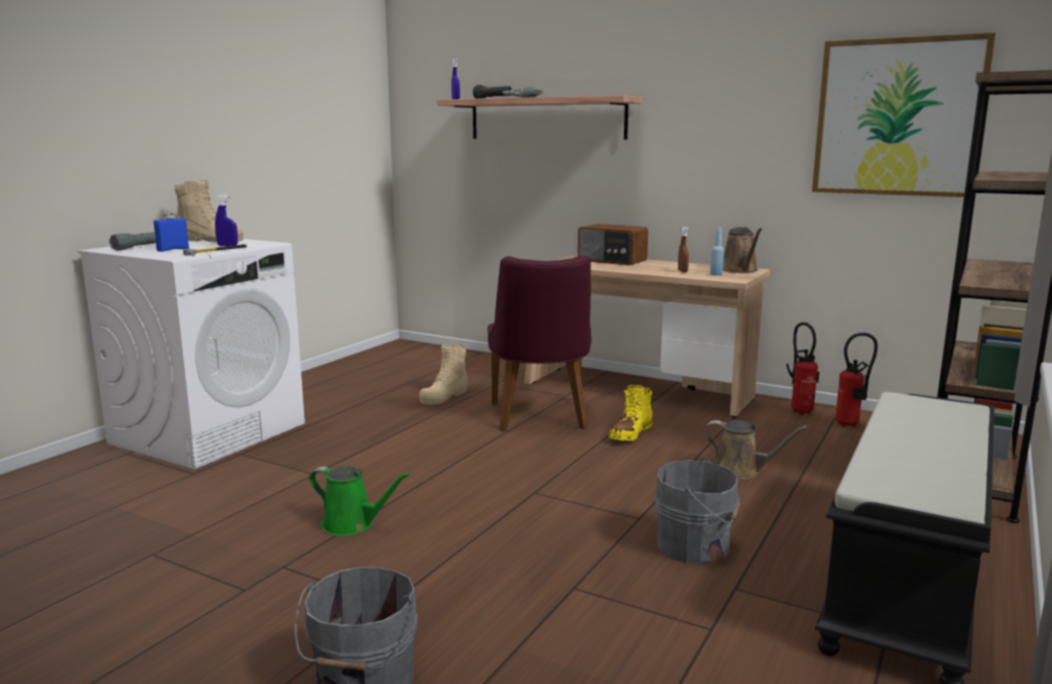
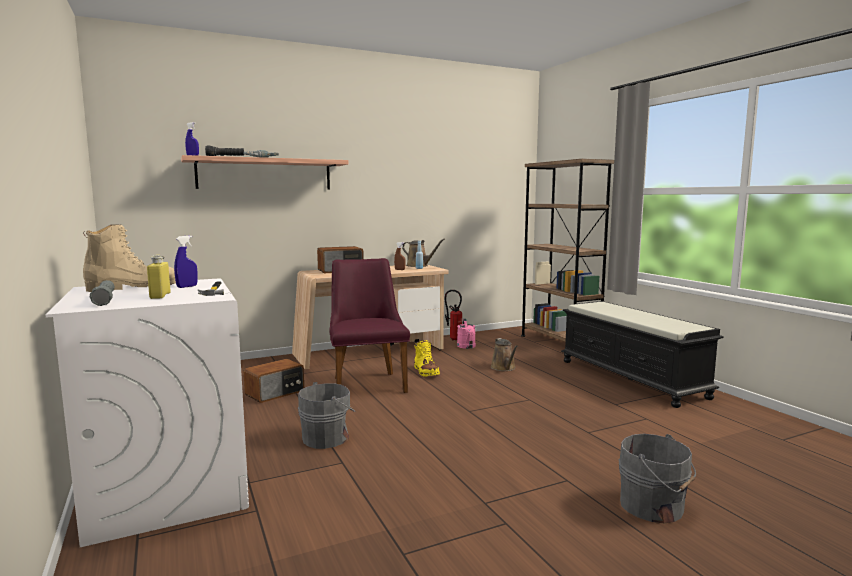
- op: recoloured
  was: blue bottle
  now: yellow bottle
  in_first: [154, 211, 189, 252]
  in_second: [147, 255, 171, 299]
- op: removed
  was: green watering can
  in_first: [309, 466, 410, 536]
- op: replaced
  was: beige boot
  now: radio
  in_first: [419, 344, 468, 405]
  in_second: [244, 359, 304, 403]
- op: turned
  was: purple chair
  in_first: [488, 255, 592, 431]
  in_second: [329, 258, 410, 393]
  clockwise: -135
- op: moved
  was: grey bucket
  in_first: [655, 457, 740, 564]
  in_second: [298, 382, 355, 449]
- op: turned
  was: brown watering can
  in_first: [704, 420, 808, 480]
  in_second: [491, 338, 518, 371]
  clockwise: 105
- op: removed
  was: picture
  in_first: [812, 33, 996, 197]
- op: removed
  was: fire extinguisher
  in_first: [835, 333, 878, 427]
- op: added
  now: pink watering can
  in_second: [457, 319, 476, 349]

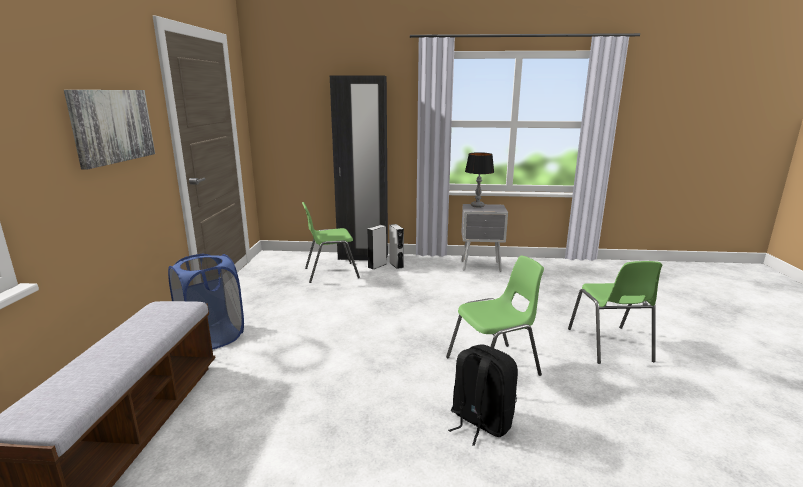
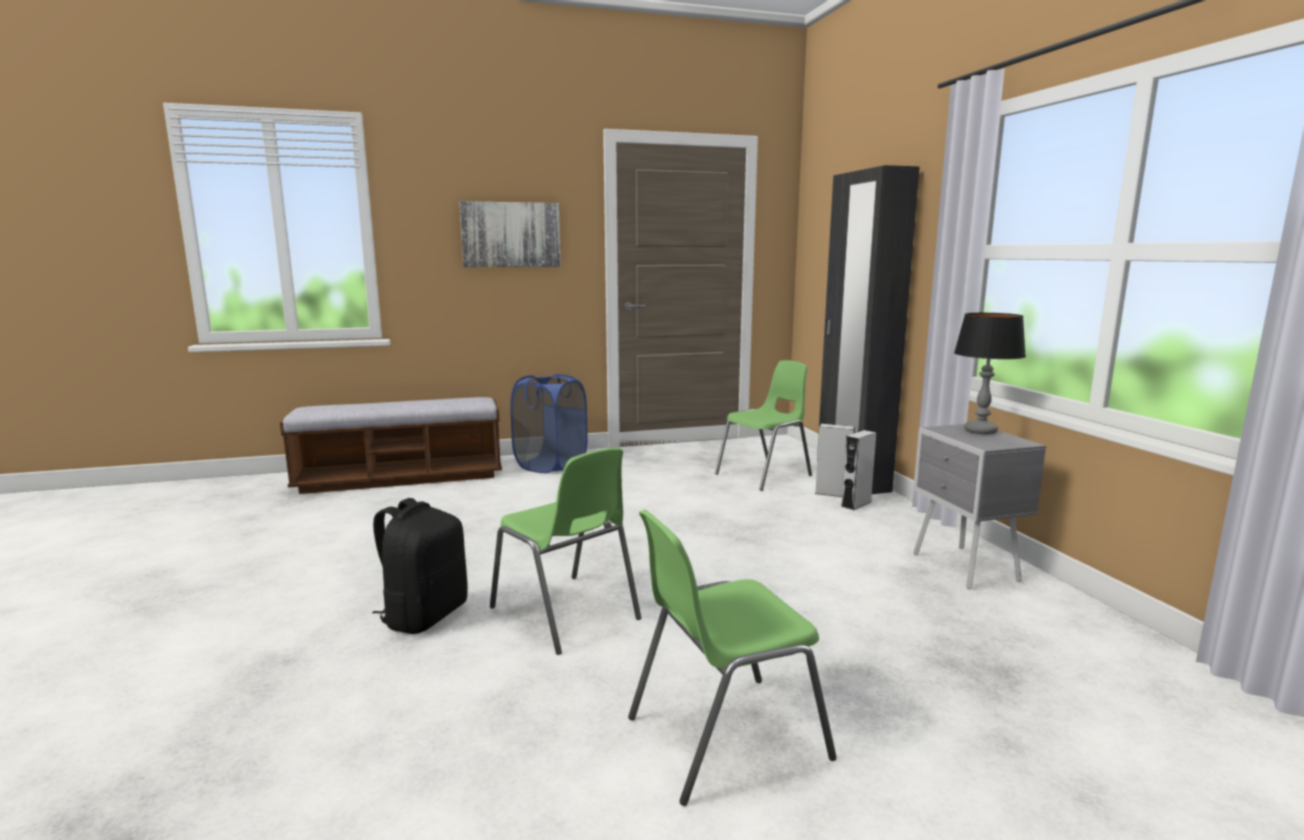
- op: turned
  was: green chair
  in_first: [302, 202, 360, 283]
  in_second: [715, 360, 812, 491]
  clockwise: 90

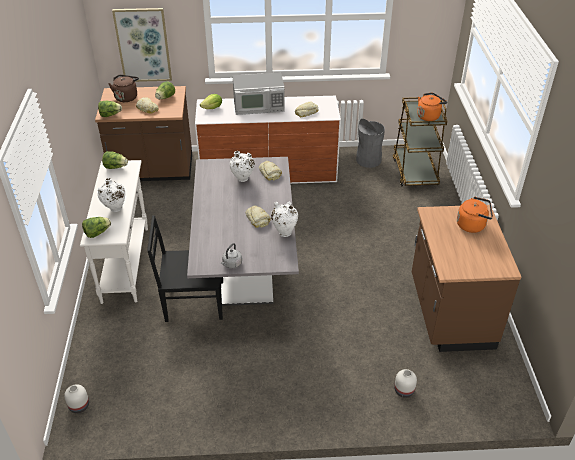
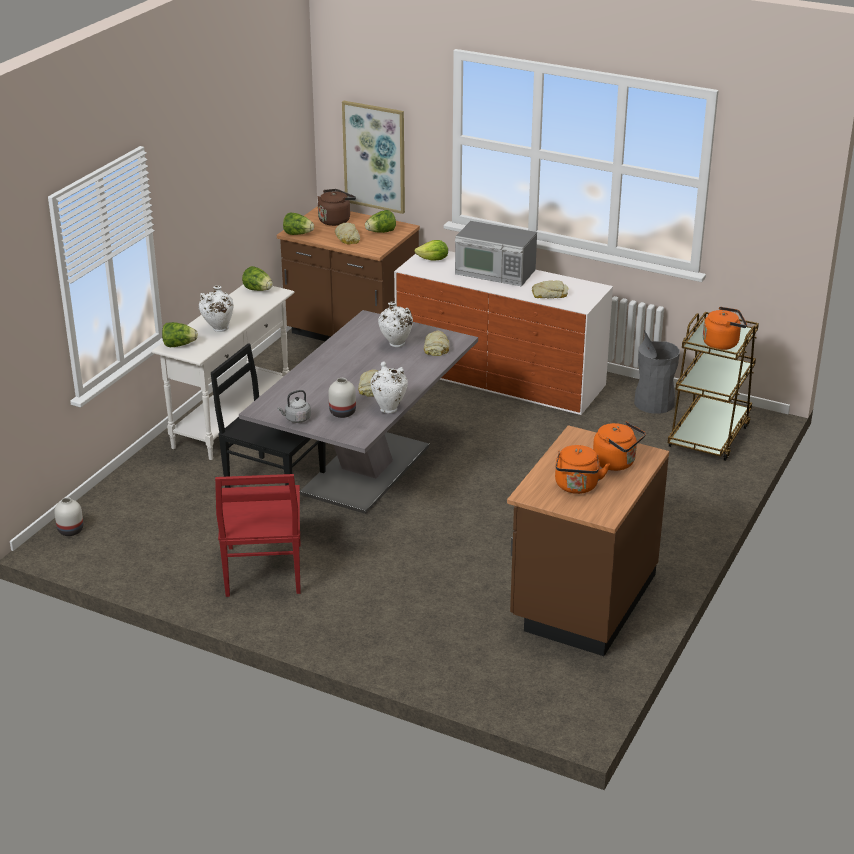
- op: moved
  was: white vase
  in_first: [394, 369, 417, 398]
  in_second: [328, 378, 356, 418]
- op: added
  now: red chair
  in_second: [215, 474, 301, 597]
- op: added
  now: orange kettle
  in_second: [555, 445, 610, 494]

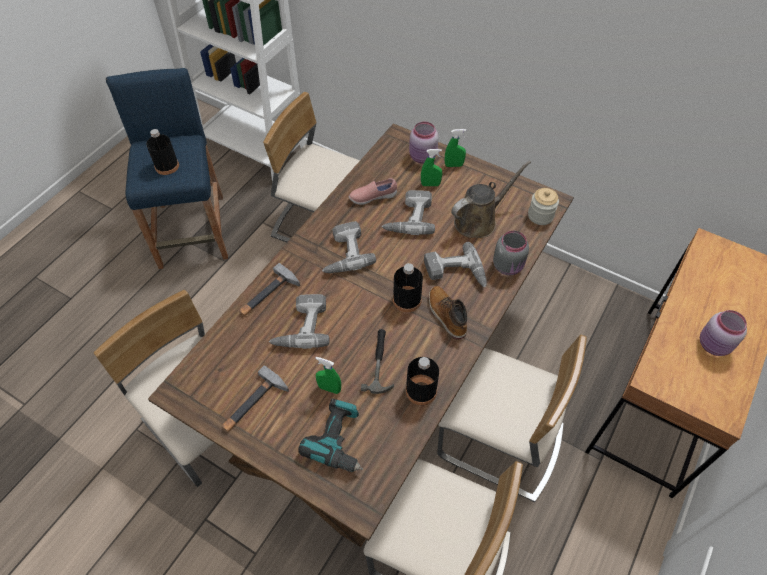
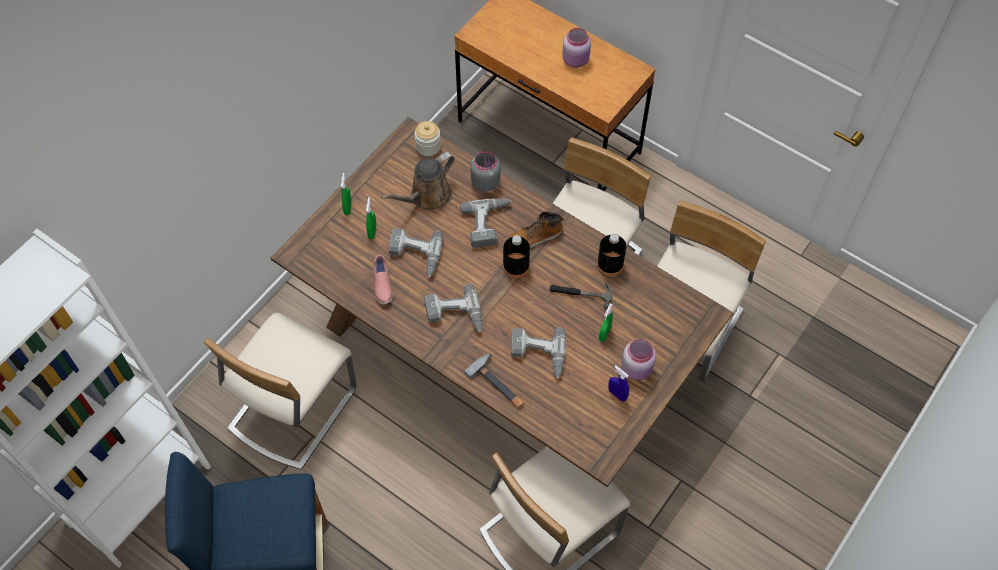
- op: removed
  was: black bottle
  in_first: [146, 129, 179, 175]
- op: replaced
  was: hammer
  now: blue spray bottle
  in_first: [222, 365, 289, 432]
  in_second: [608, 365, 629, 402]
- op: removed
  was: power drill
  in_first: [298, 399, 363, 472]
- op: moved
  was: pink jar
  in_first: [409, 122, 439, 164]
  in_second: [621, 339, 656, 380]
- op: turned
  was: brown watering can
  in_first: [451, 161, 531, 238]
  in_second: [381, 152, 455, 211]
  clockwise: -105

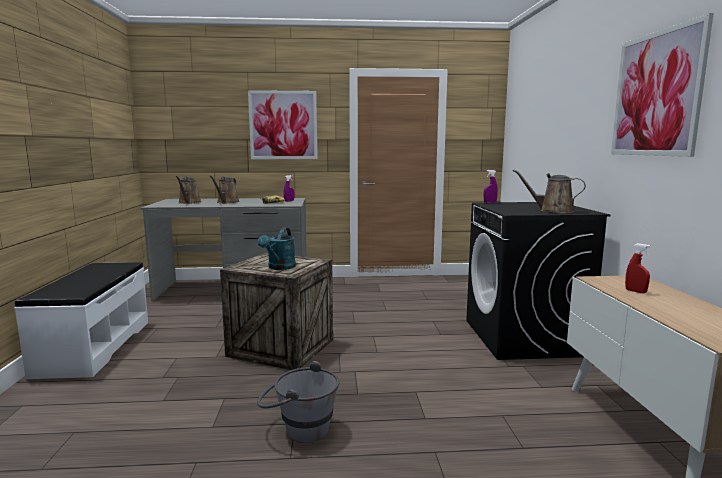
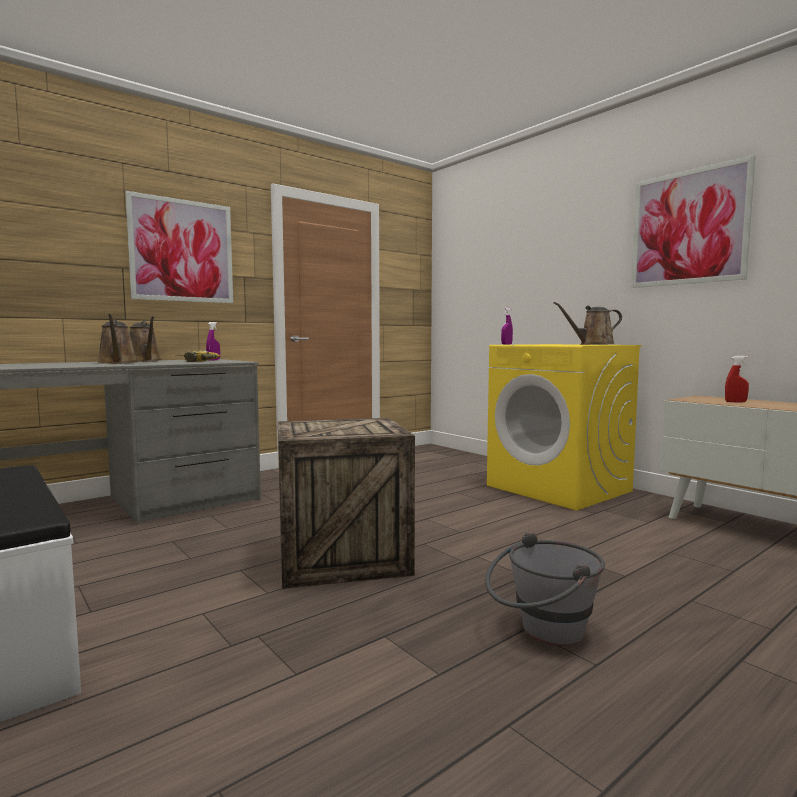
- op: moved
  was: brown watering can
  in_first: [176, 176, 202, 204]
  in_second: [130, 316, 162, 362]
- op: removed
  was: turquoise watering can
  in_first: [258, 228, 296, 270]
- op: recoloured
  was: black washing machine
  now: yellow washing machine
  in_first: [466, 202, 611, 360]
  in_second: [487, 344, 641, 511]

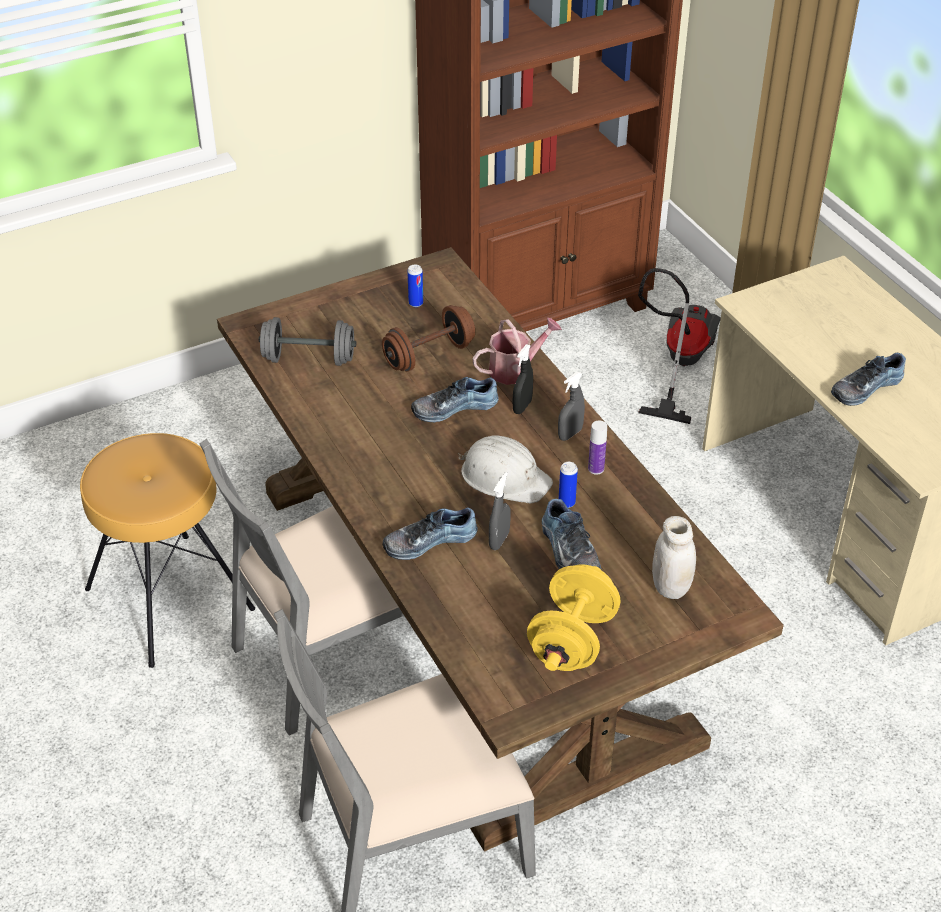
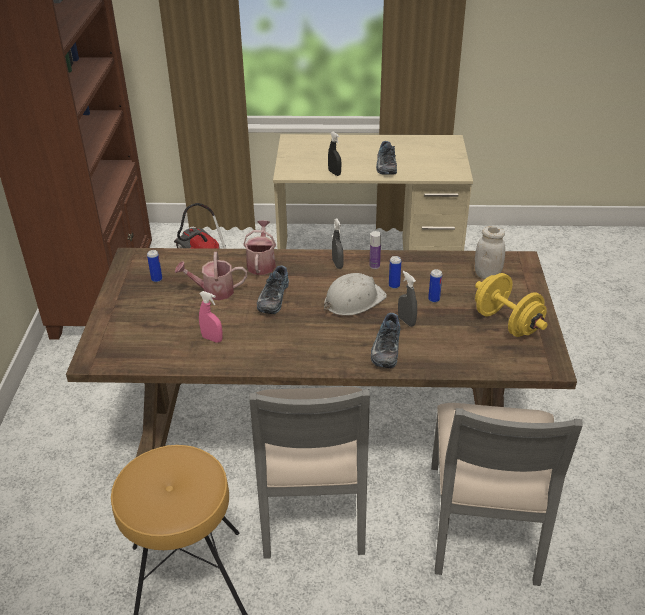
- op: removed
  was: grey dumbbell
  in_first: [259, 317, 356, 366]
- op: replaced
  was: brown dumbbell
  now: watering can
  in_first: [382, 305, 475, 371]
  in_second: [175, 252, 247, 300]
- op: moved
  was: black spray bottle
  in_first: [513, 344, 533, 414]
  in_second: [328, 132, 341, 176]
- op: replaced
  was: shoe
  now: can
  in_first: [542, 499, 601, 569]
  in_second: [428, 269, 442, 303]
- op: added
  now: pink spray bottle
  in_second: [199, 291, 223, 343]

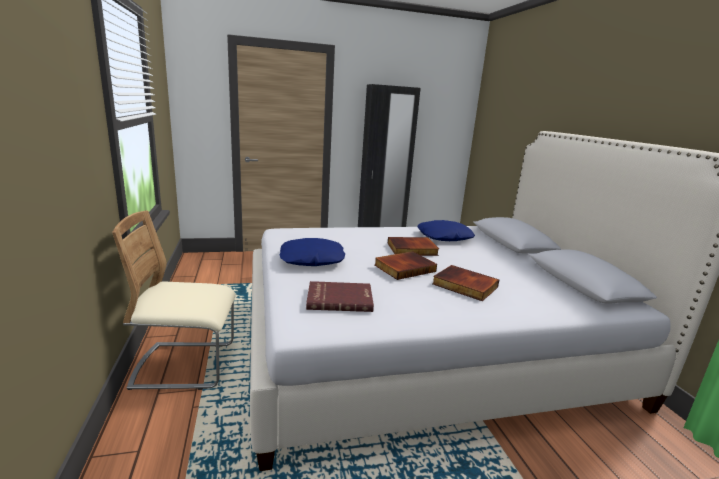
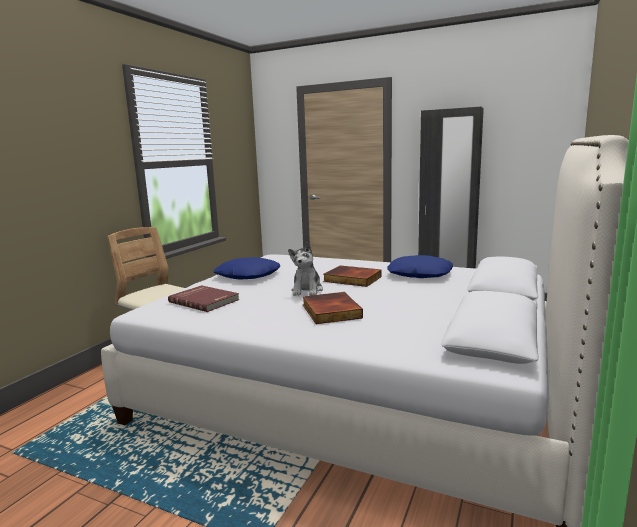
- op: replaced
  was: book
  now: plush toy
  in_first: [374, 251, 437, 280]
  in_second: [288, 242, 323, 296]

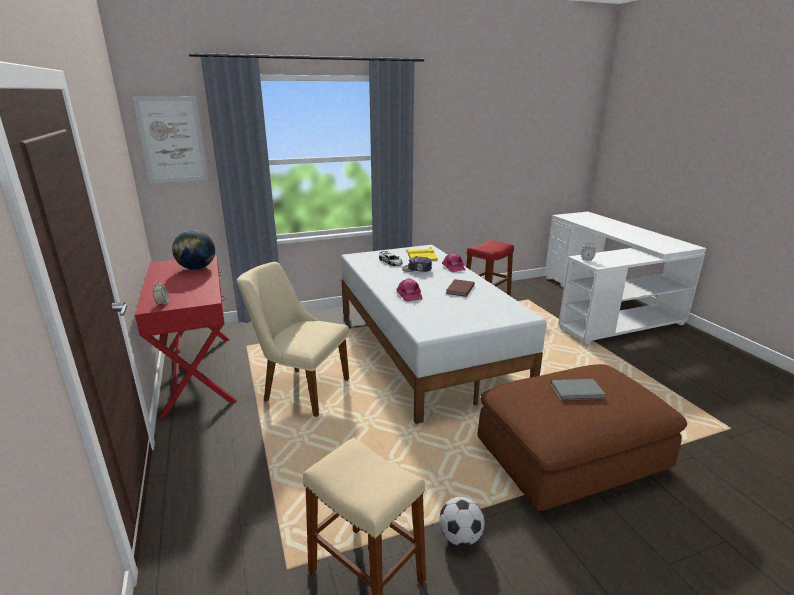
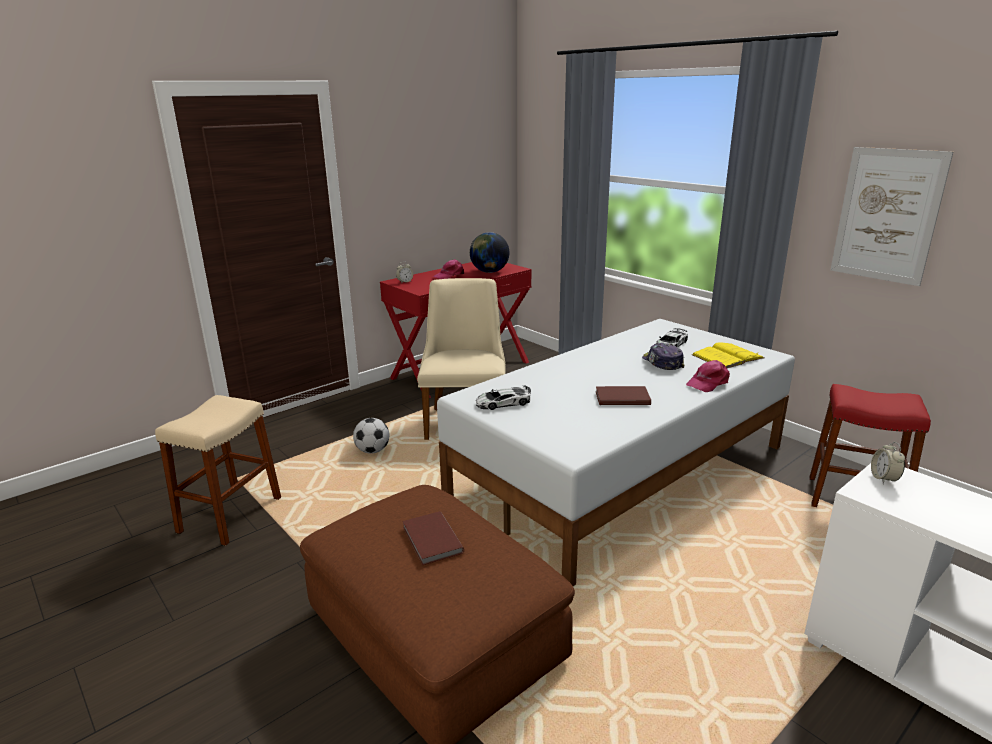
- op: moved
  was: picture
  in_first: [132, 96, 209, 184]
  in_second: [830, 147, 953, 286]
- op: moved
  was: pink cap
  in_first: [396, 278, 423, 301]
  in_second: [433, 259, 464, 279]
- op: moved
  was: football
  in_first: [439, 497, 485, 546]
  in_second: [353, 418, 389, 454]
- op: recoloured
  was: grey book
  now: brown book
  in_first: [551, 379, 605, 400]
  in_second: [402, 511, 464, 565]
- op: added
  now: toy car
  in_second: [476, 386, 531, 410]

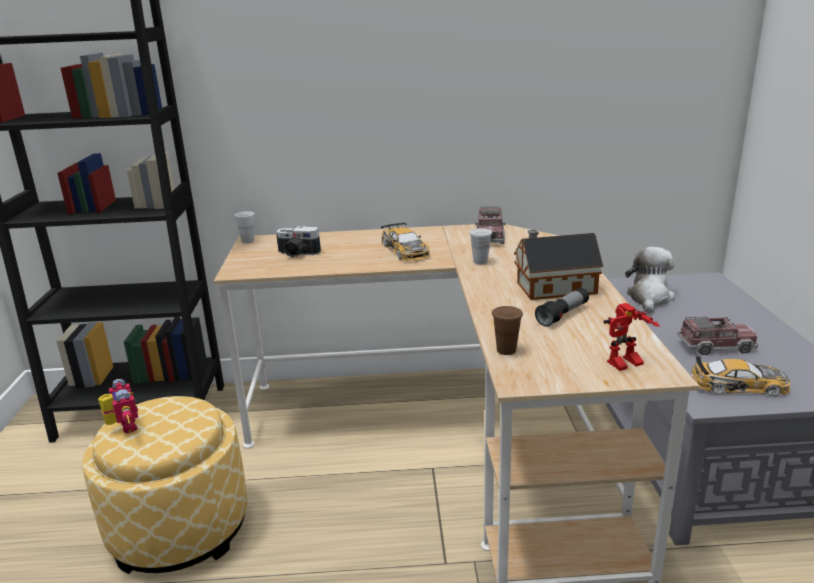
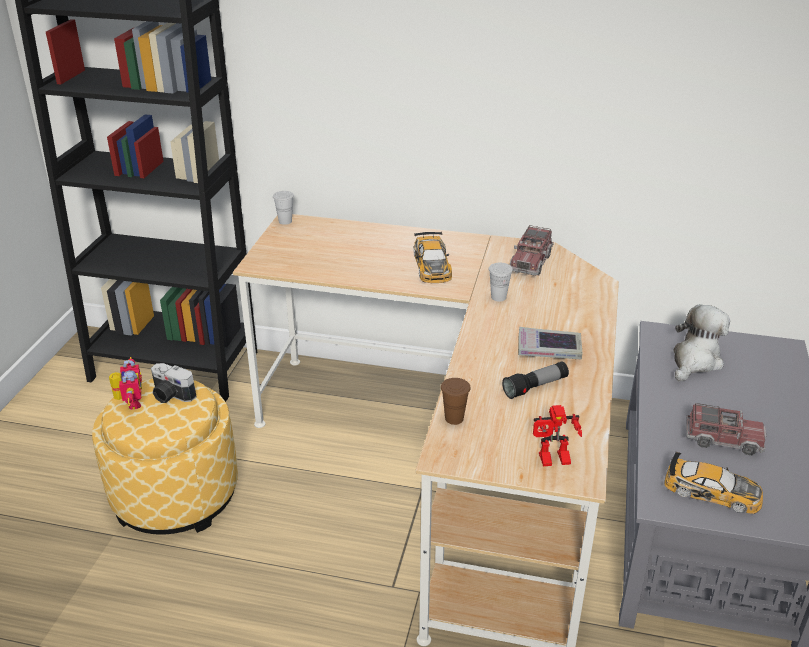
- op: moved
  was: photo camera
  in_first: [276, 226, 321, 258]
  in_second: [151, 363, 197, 403]
- op: replaced
  was: toy house
  now: book
  in_first: [514, 230, 603, 300]
  in_second: [518, 327, 583, 360]

